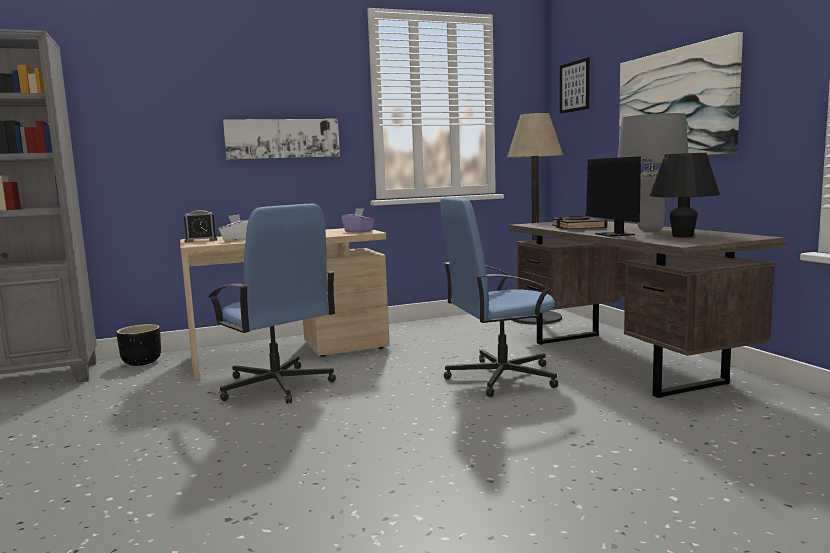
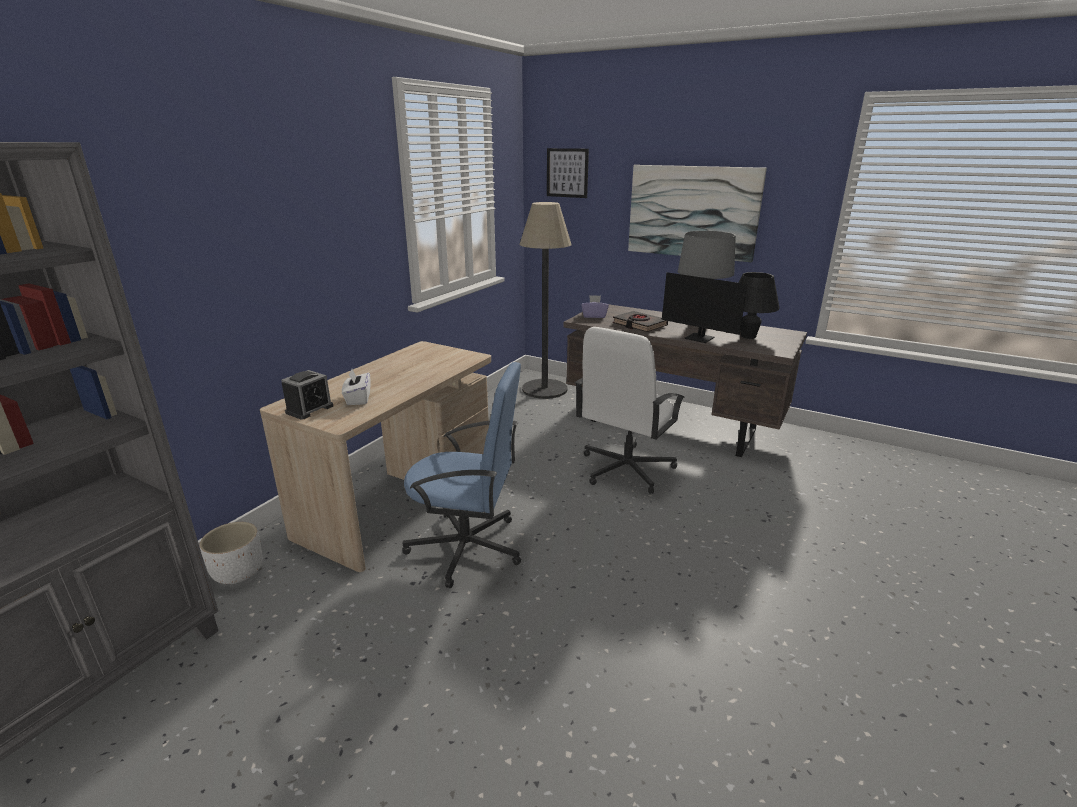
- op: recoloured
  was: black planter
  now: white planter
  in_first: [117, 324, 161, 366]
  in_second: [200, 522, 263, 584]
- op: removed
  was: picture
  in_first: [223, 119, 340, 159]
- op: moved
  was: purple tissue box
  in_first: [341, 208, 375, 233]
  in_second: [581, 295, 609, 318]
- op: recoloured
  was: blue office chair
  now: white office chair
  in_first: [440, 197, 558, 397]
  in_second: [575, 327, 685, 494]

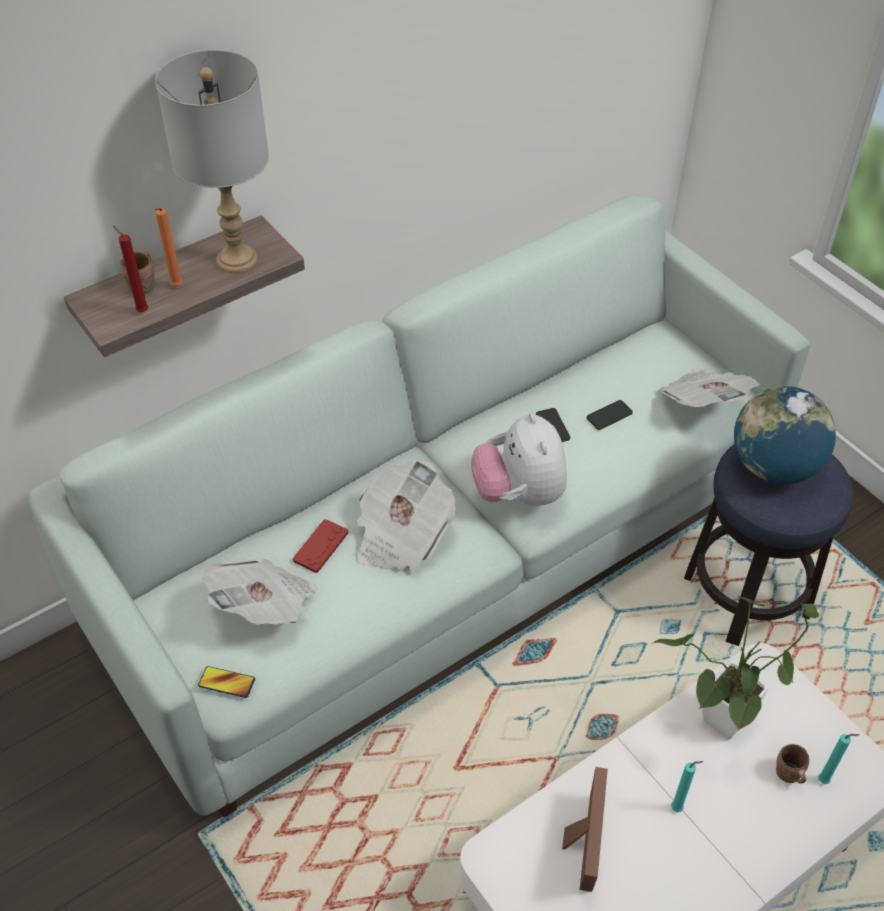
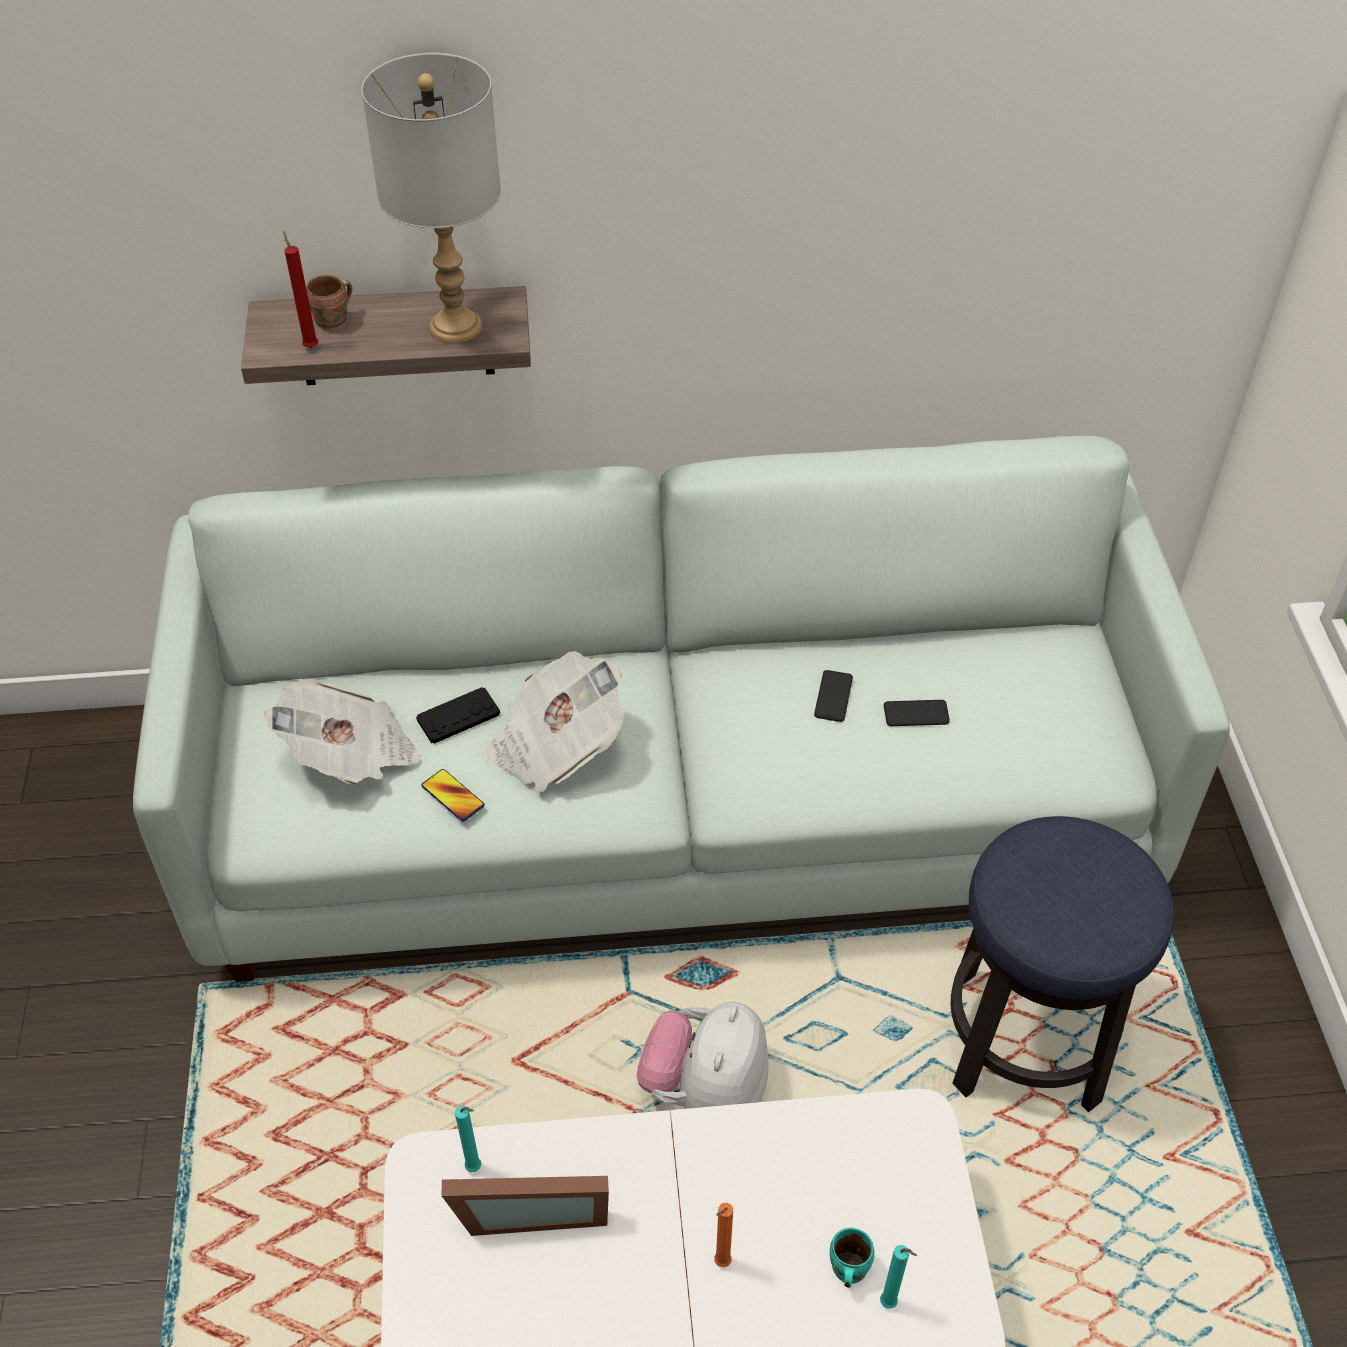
- op: moved
  was: orange candle
  in_first: [155, 208, 183, 286]
  in_second: [714, 1203, 733, 1267]
- op: moved
  was: phone
  in_first: [198, 666, 255, 698]
  in_second: [421, 769, 485, 822]
- op: recoloured
  was: red game controller
  now: black game controller
  in_first: [293, 519, 348, 573]
  in_second: [416, 687, 500, 744]
- op: moved
  was: plush toy
  in_first: [471, 413, 567, 506]
  in_second: [637, 1002, 768, 1109]
- op: turned
  was: picture frame
  in_first: [562, 767, 608, 892]
  in_second: [442, 1176, 609, 1236]
  clockwise: 45
- op: removed
  was: potted plant
  in_first: [652, 596, 819, 740]
- op: removed
  was: newspaper
  in_first: [660, 368, 760, 407]
- op: moved
  was: turquoise candle
  in_first: [671, 761, 703, 812]
  in_second: [455, 1105, 481, 1172]
- op: removed
  was: globe
  in_first: [734, 386, 836, 484]
- op: recoloured
  was: brown mug
  now: turquoise mug
  in_first: [776, 744, 809, 784]
  in_second: [830, 1228, 875, 1288]

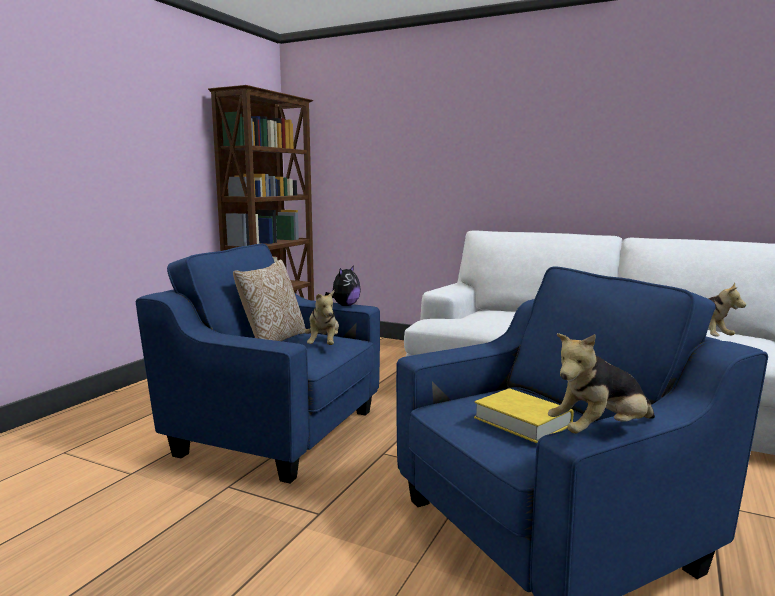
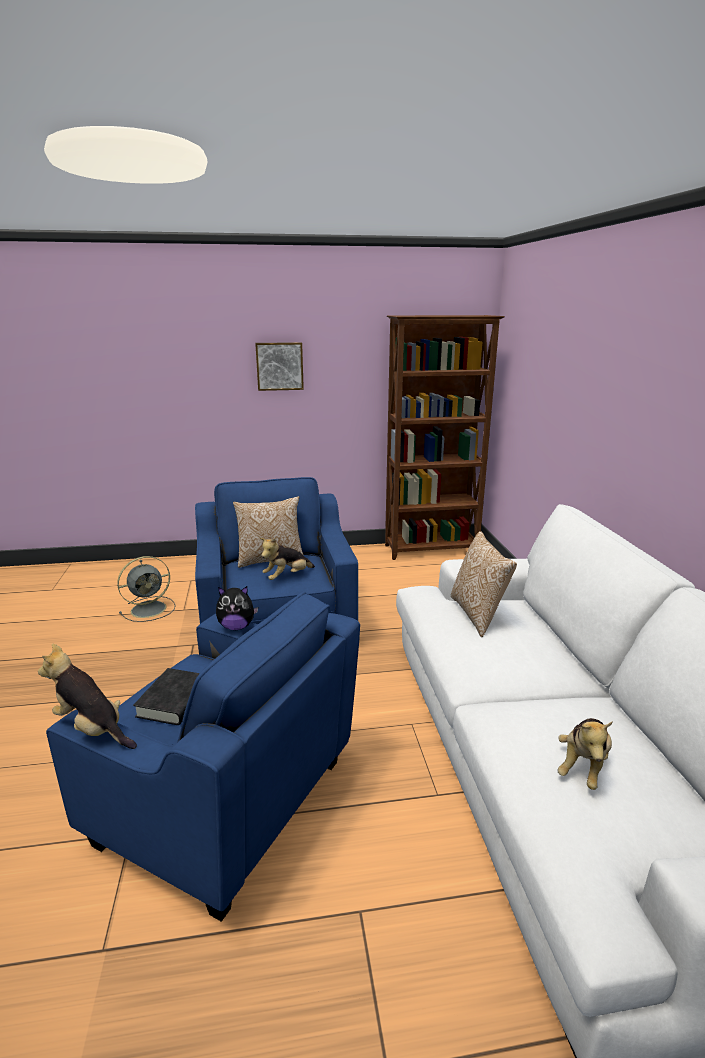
- op: moved
  was: plush toy
  in_first: [325, 265, 361, 306]
  in_second: [216, 586, 258, 630]
- op: recoloured
  was: yellow book
  now: black book
  in_first: [474, 388, 574, 443]
  in_second: [133, 668, 200, 725]
- op: added
  now: grey fan
  in_second: [117, 556, 176, 622]
- op: added
  now: picture
  in_second: [255, 342, 304, 391]
- op: added
  now: pillow
  in_second: [451, 531, 517, 637]

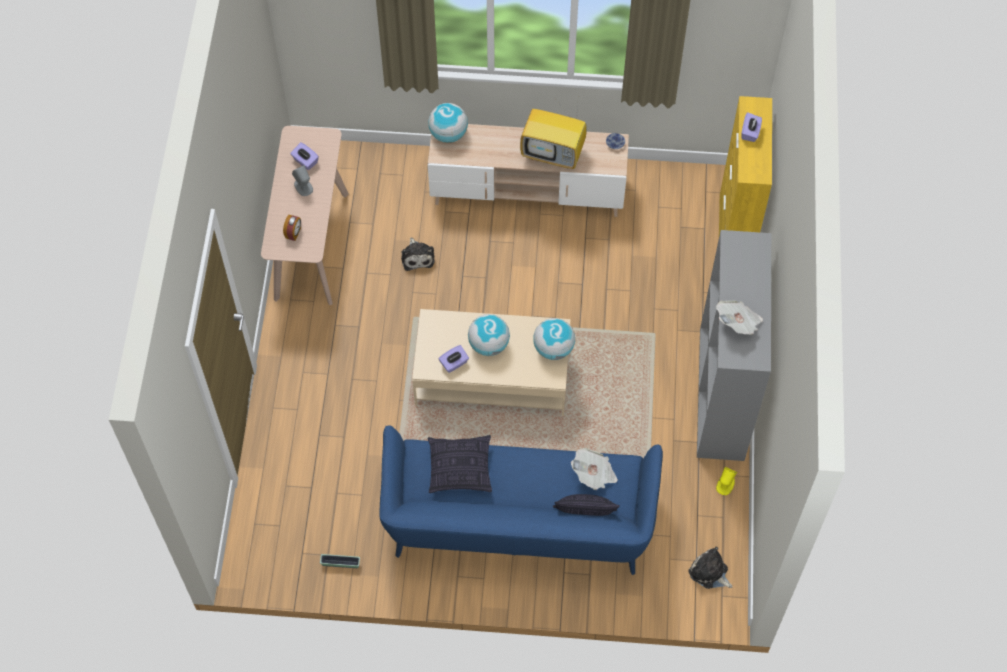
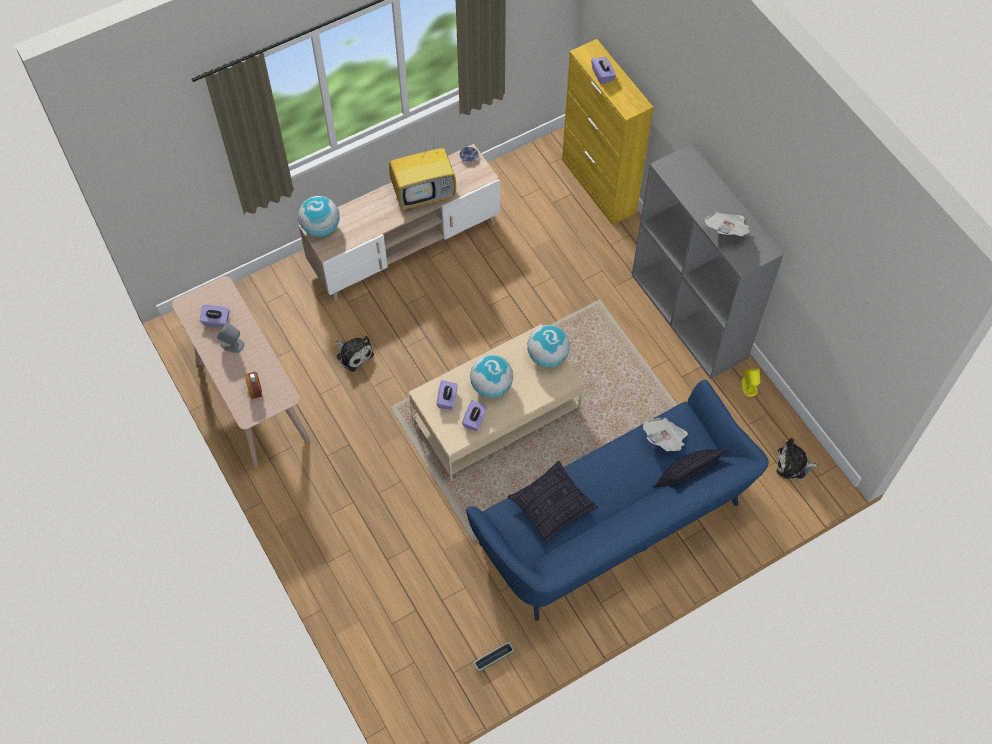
- op: added
  now: purple tissue box
  in_second: [437, 380, 458, 410]

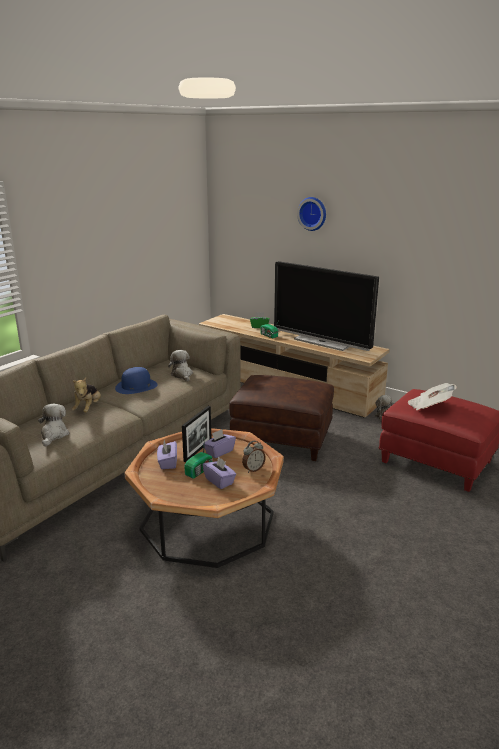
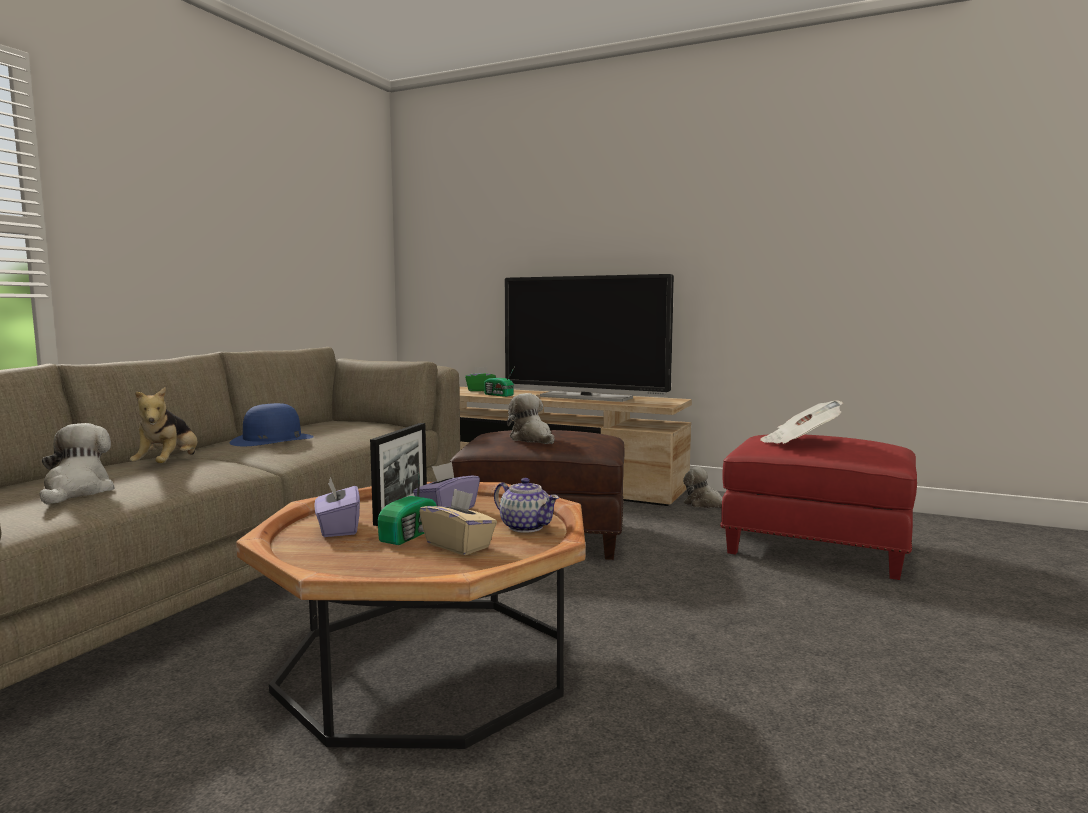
- op: moved
  was: plush toy
  in_first: [168, 350, 193, 381]
  in_second: [507, 393, 554, 444]
- op: recoloured
  was: purple tissue box
  now: beige tissue box
  in_first: [203, 456, 236, 489]
  in_second: [419, 489, 497, 555]
- op: replaced
  was: alarm clock
  now: teapot
  in_first: [242, 441, 266, 473]
  in_second: [494, 478, 559, 533]
- op: removed
  was: wall clock
  in_first: [297, 197, 326, 231]

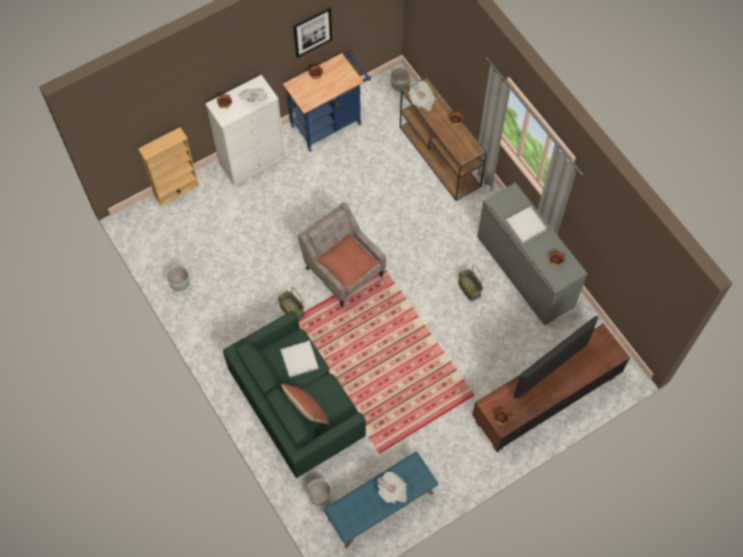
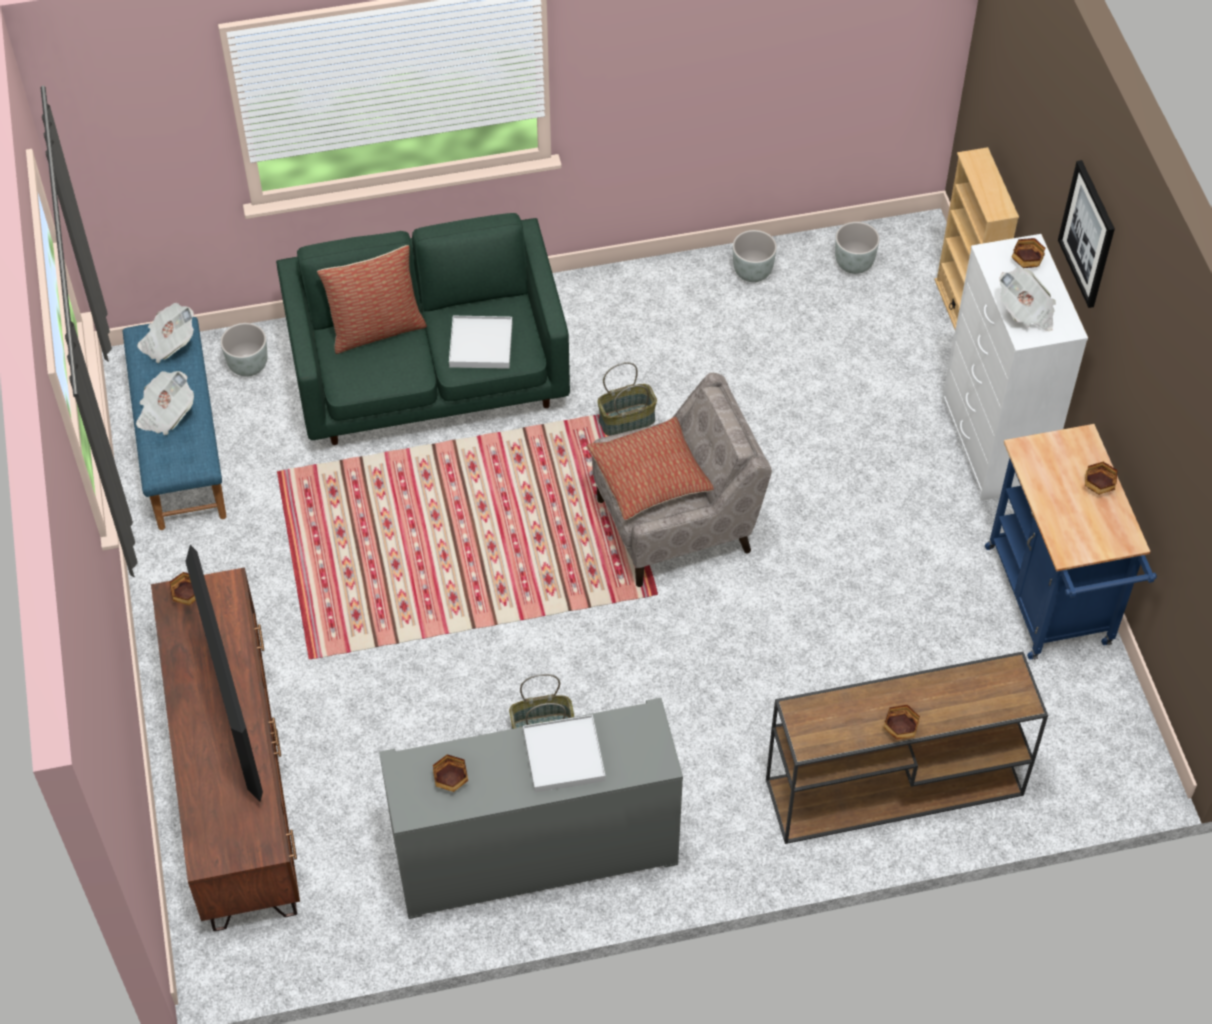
- op: moved
  was: picture
  in_first: [293, 7, 332, 58]
  in_second: [1058, 160, 1115, 308]
- op: moved
  was: grey planter
  in_first: [390, 67, 411, 92]
  in_second: [835, 222, 880, 274]
- op: moved
  was: newspaper
  in_first: [408, 81, 436, 111]
  in_second: [137, 303, 194, 363]

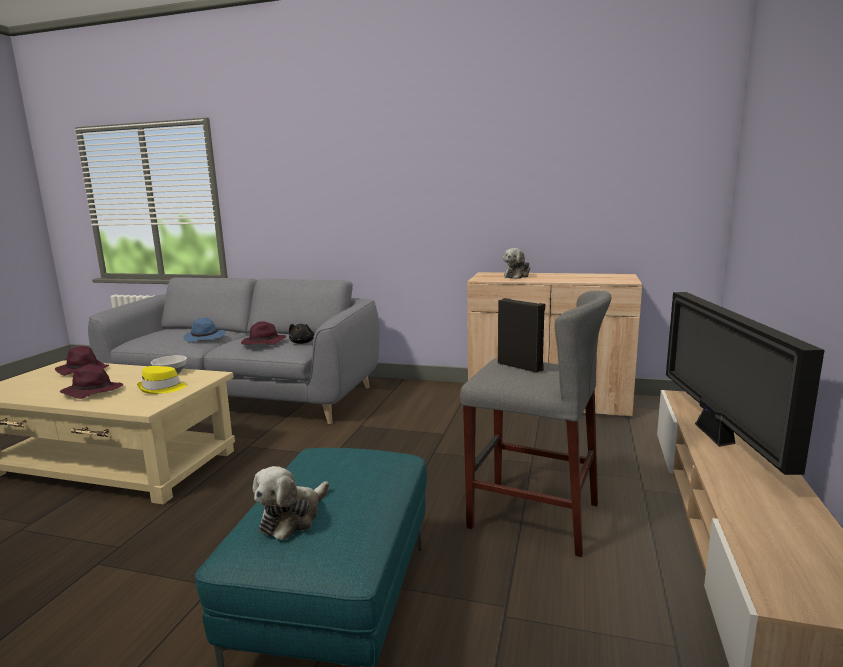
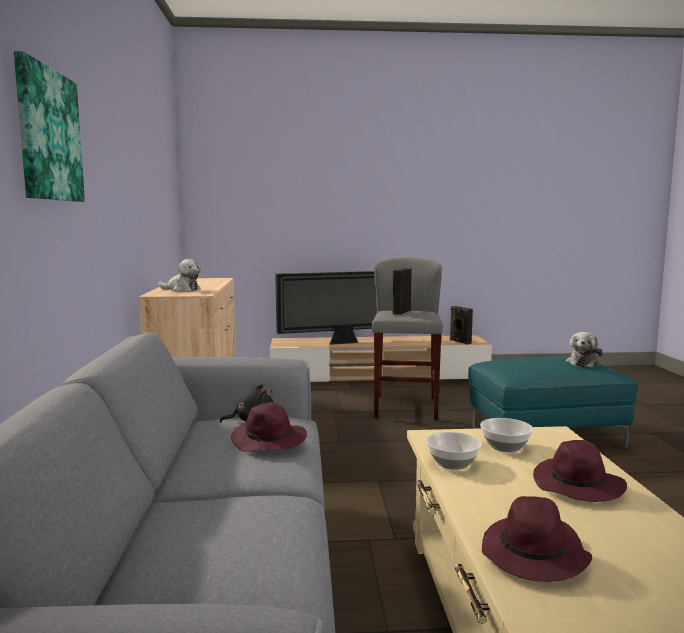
- op: replaced
  was: yellow hat
  now: bowl
  in_first: [137, 366, 187, 394]
  in_second: [480, 418, 533, 452]
- op: removed
  was: blue hat
  in_first: [183, 318, 226, 343]
- op: turned
  was: plush toy
  in_first: [253, 466, 329, 540]
  in_second: [566, 332, 602, 368]
  clockwise: 105
- op: added
  now: picture
  in_second: [14, 51, 85, 202]
- op: added
  now: black speaker
  in_second: [450, 306, 473, 345]

